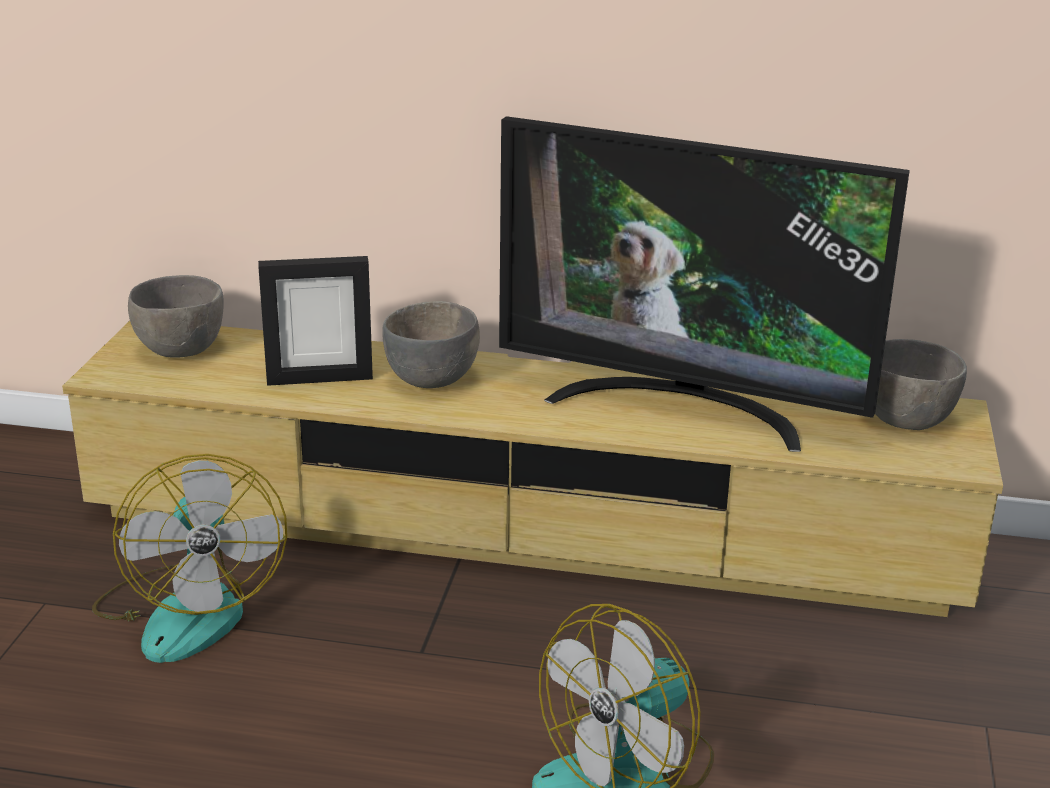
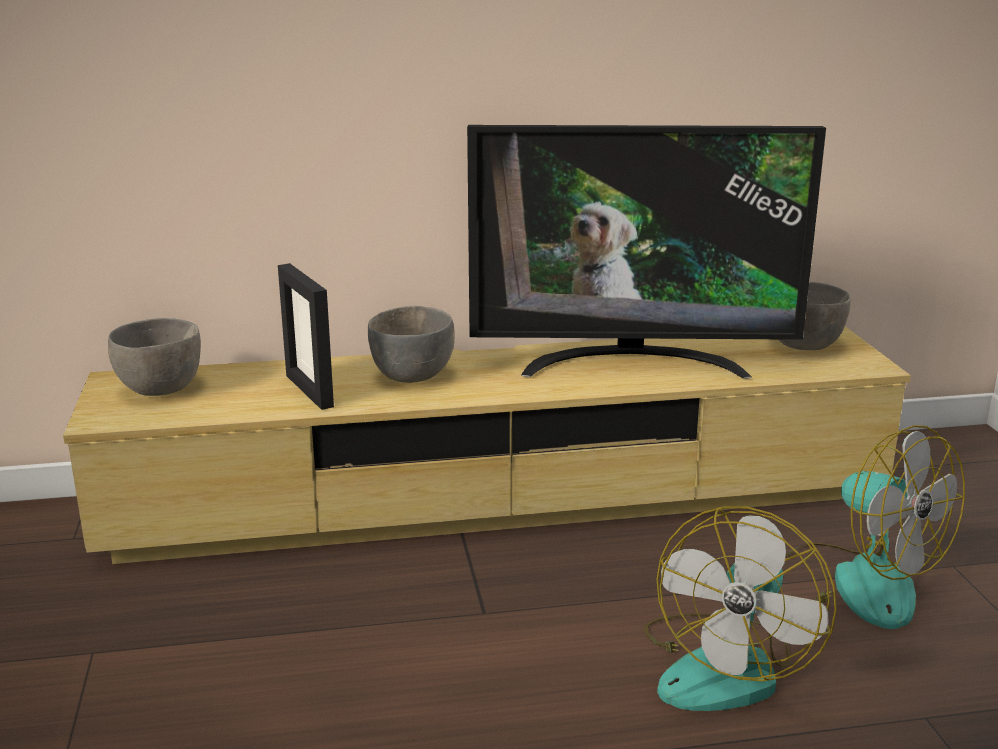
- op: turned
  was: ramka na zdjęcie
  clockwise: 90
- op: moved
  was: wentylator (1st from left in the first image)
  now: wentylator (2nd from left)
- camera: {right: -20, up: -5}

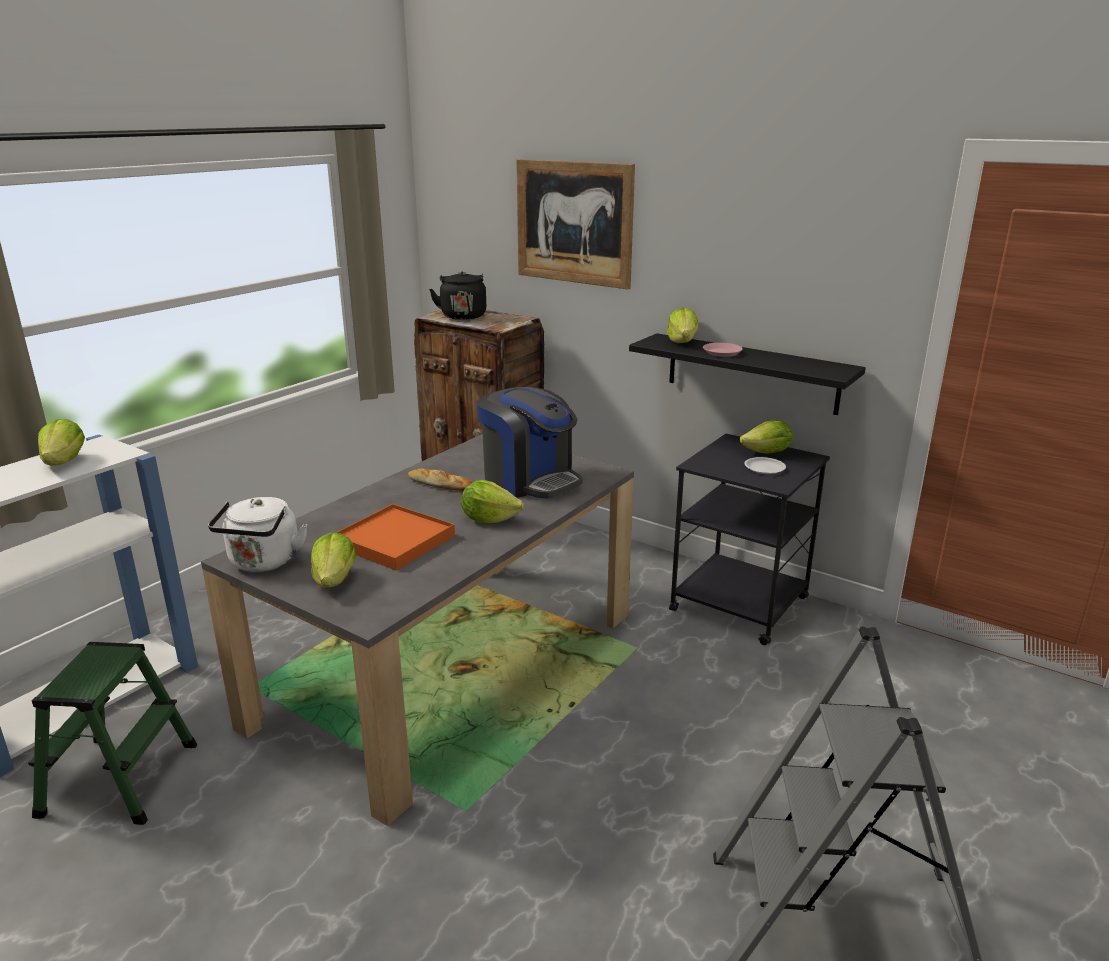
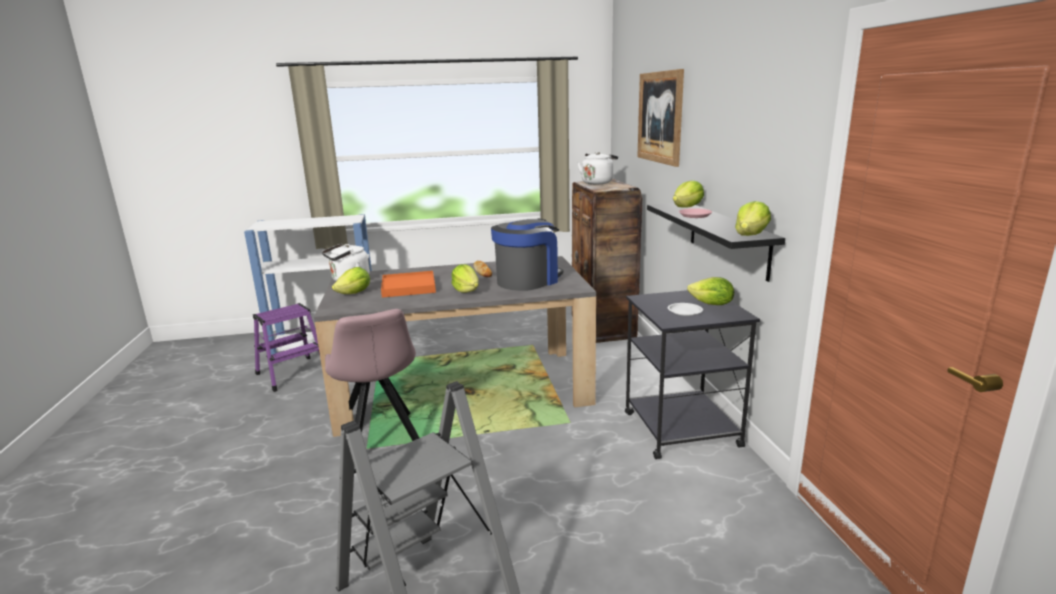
- op: recoloured
  was: drabinka/zielony
  now: drabinka/fioletowy
- op: added
  now: krzesło/różowy
- op: turned
  was: ekspres do kawy
  clockwise: -135
- op: recoloured
  was: czajnik/czarny
  now: czajnik/biały (2nd from left)
- op: moved
  was: sałata (1st from left in the first image)
  now: sałata (5th from left)
- camera: {right: 45, up: -5}

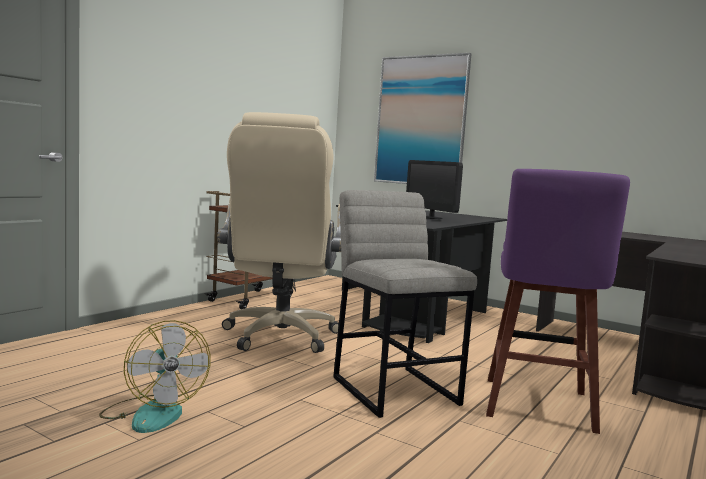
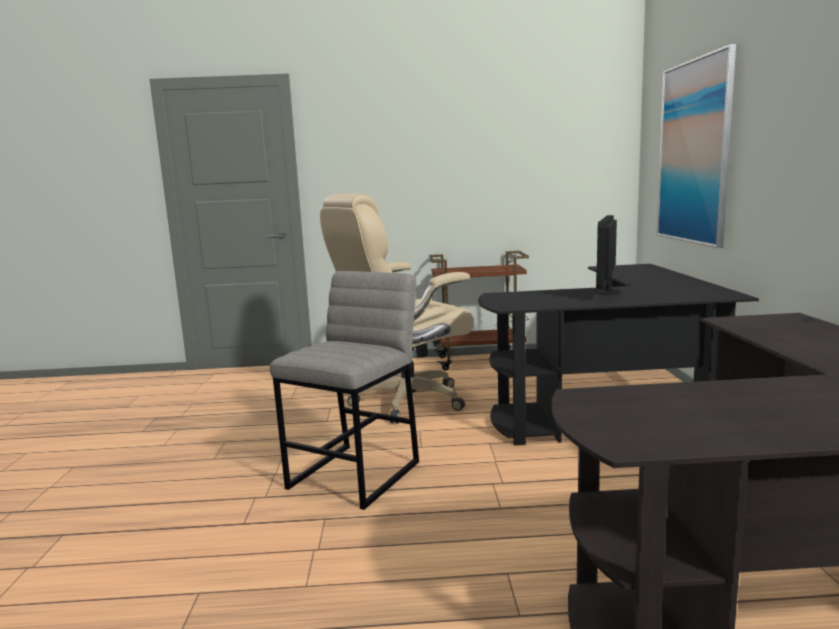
- op: removed
  was: wentylator
- op: removed
  was: stołek/fioletowy
- camera: {right: 55, up: 5}

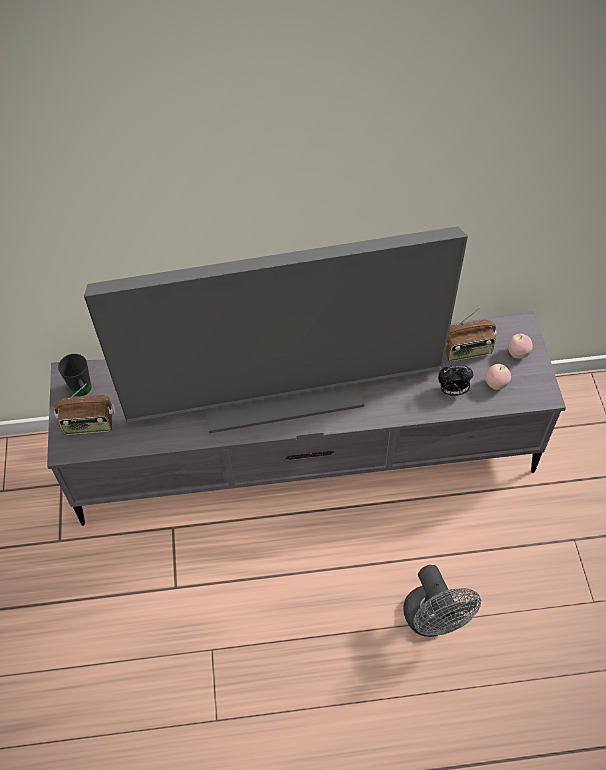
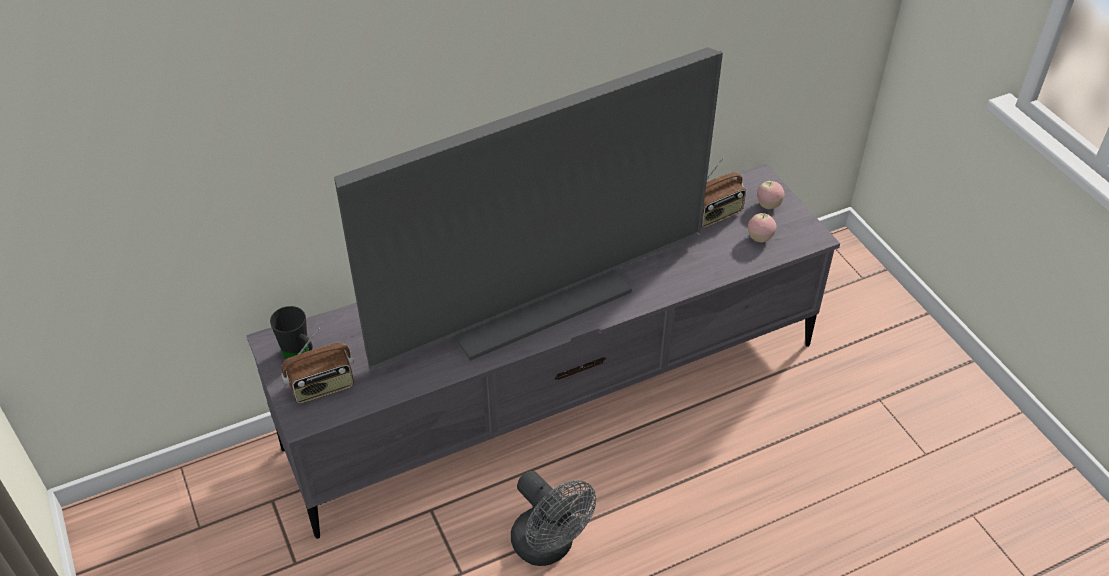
- op: moved
  was: wentylator/szary
- op: removed
  was: budzik
- camera: {right: -20, up: -10}

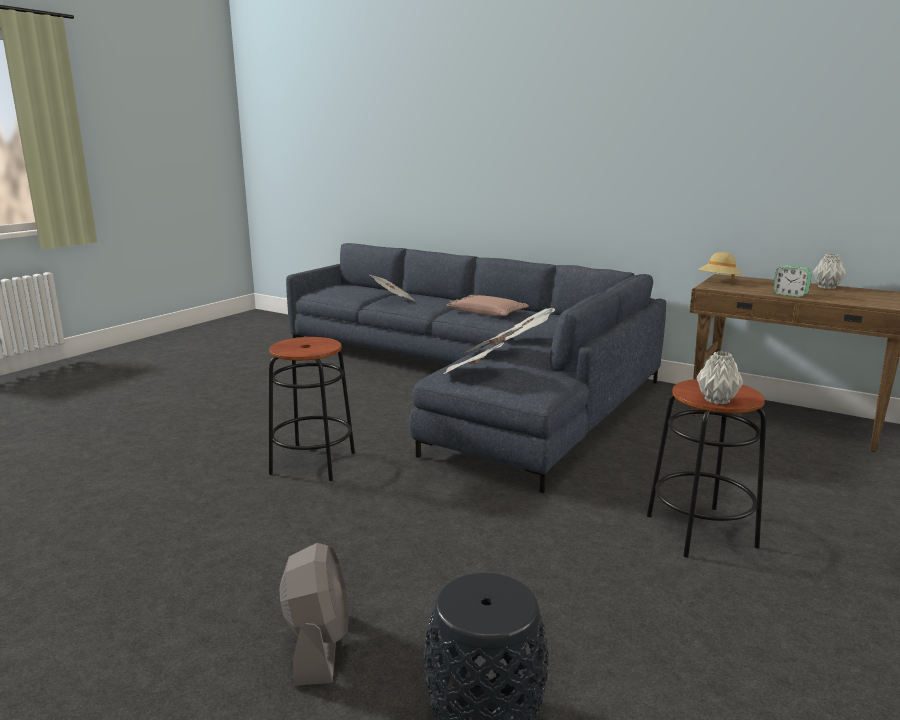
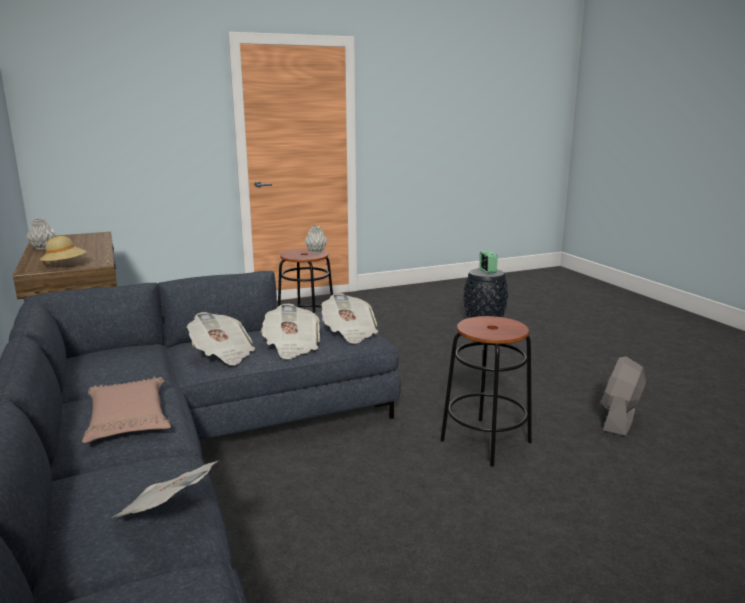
- op: moved
  was: budzik
- op: moved
  was: wentylator/szary
- camera: {right: -145, up: 0}

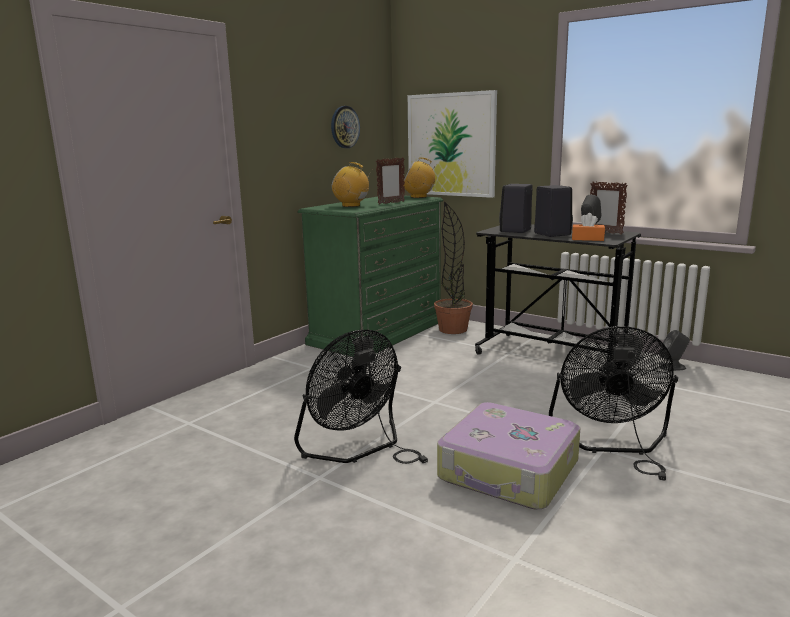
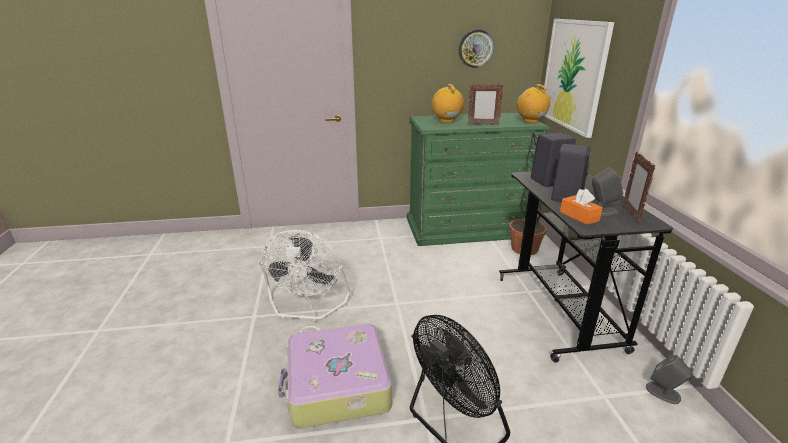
- op: recoloured
  was: wentylator/czarny (1st from left)
  now: wentylator/biały
- camera: {right: 45, up: 10}

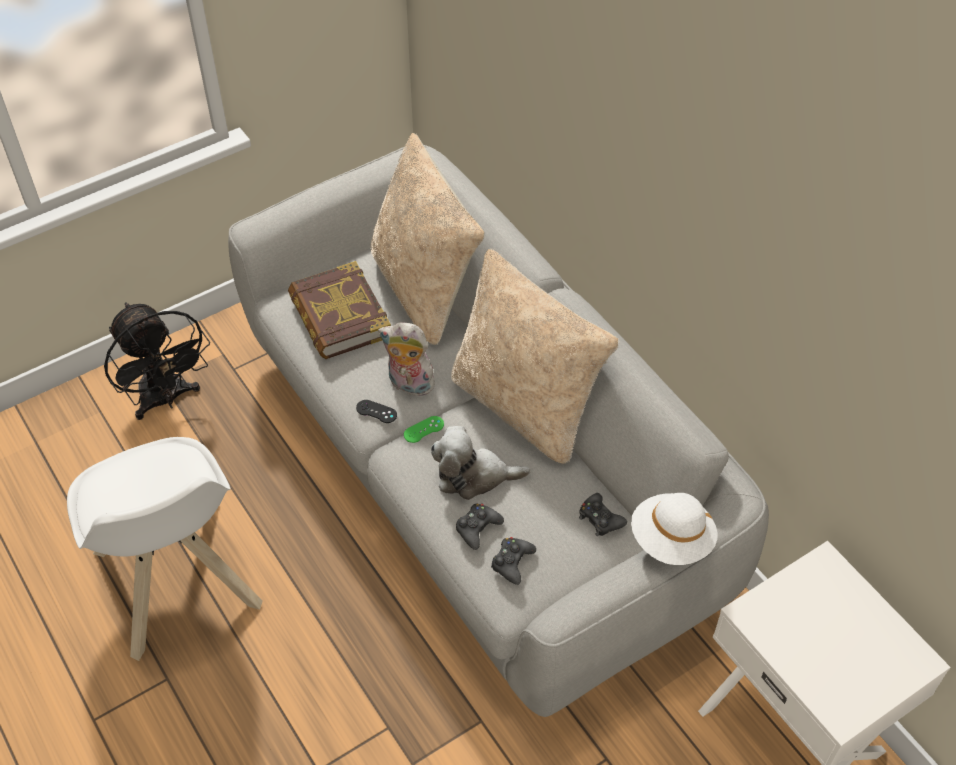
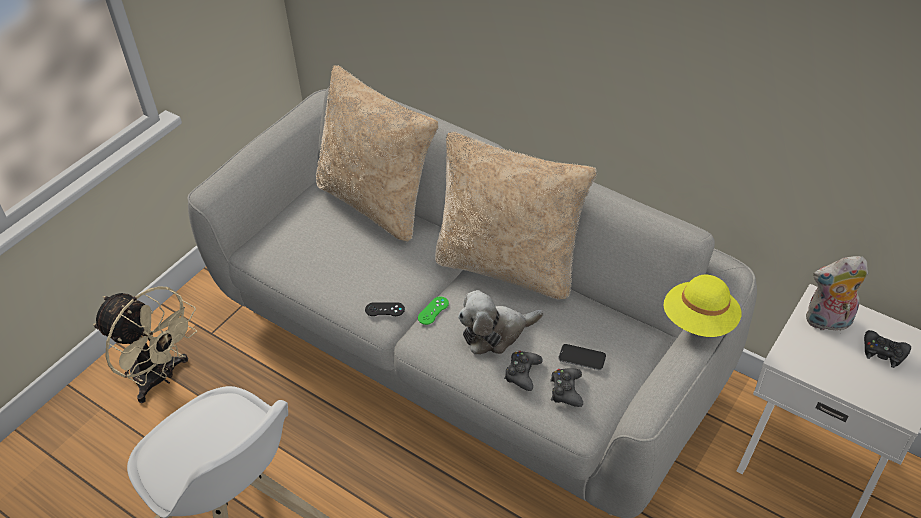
- op: recoloured
  was: wentylator/czarny
  now: wentylator/beżowy
- op: added
  now: telefon
- op: recoloured
  was: kapelusz/biały
  now: kapelusz/żółty
- op: moved
  was: pluszak (1st from left in the first image)
  now: pluszak (2nd from left)
- op: moved
  was: pad do gier/czarny (4th from left)
- op: removed
  was: książka
- camera: {right: -20, up: -5}

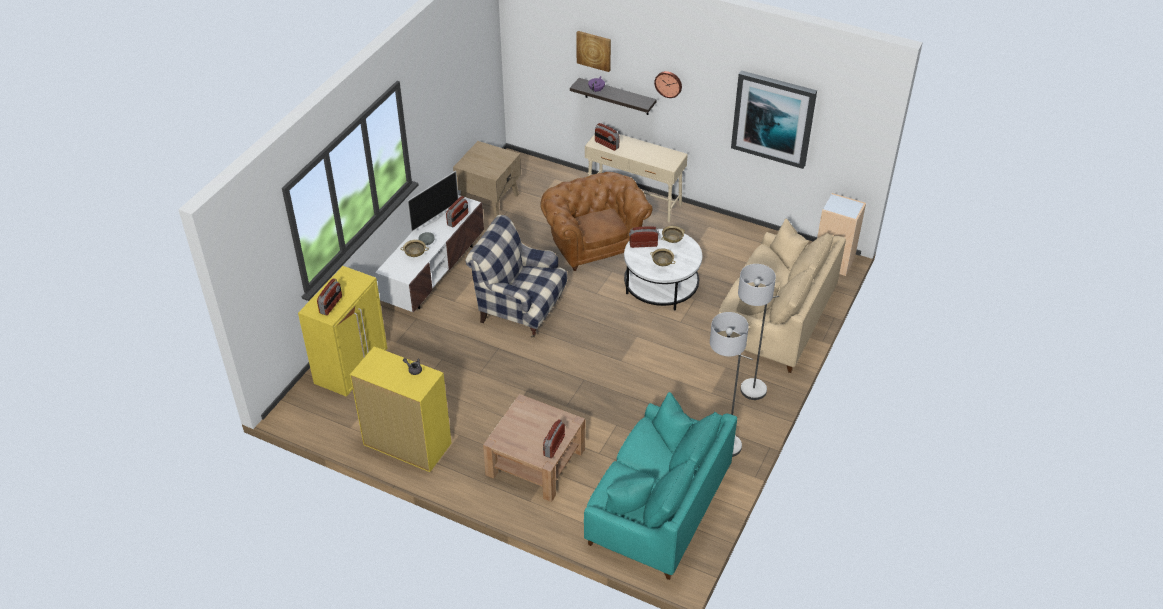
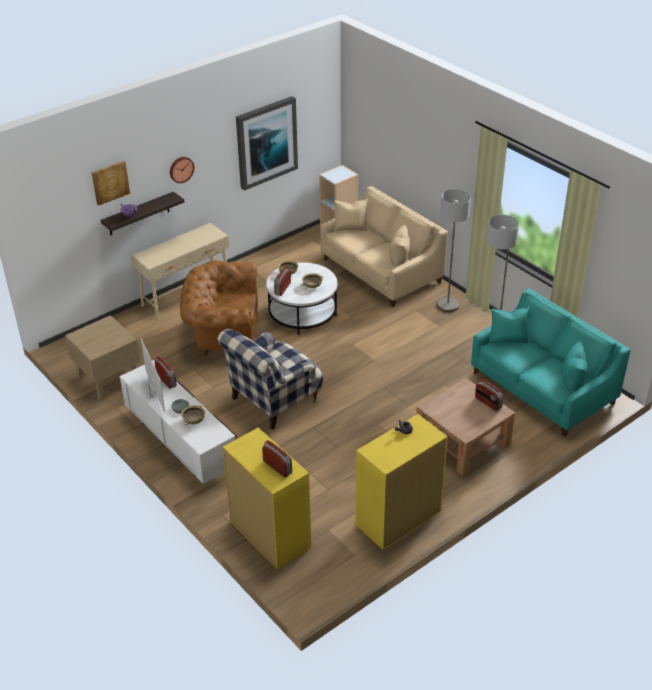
- op: removed
  was: radio (4th from left)
- camera: {right: -65, up: -5}

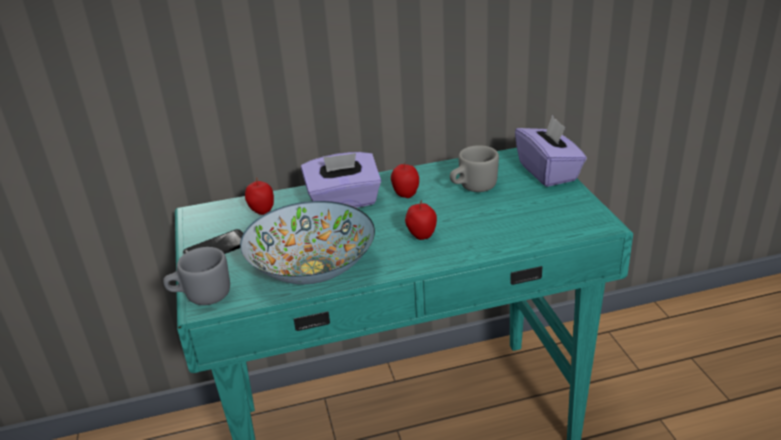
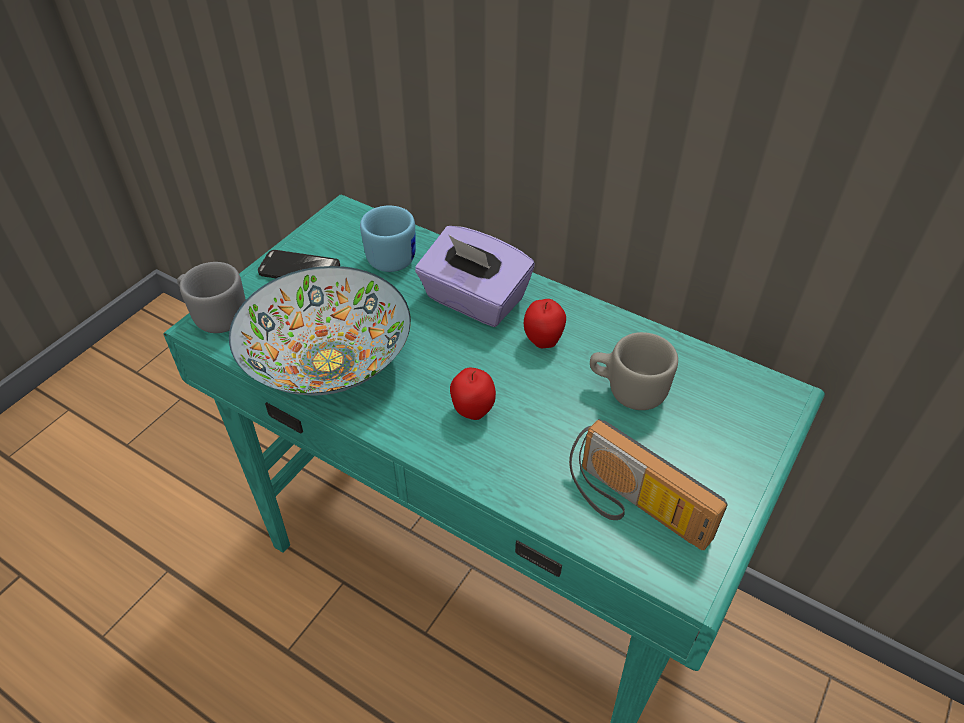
- op: replaced
  was: jabłko (1st from left)
  now: kubek/niebieski
- op: added
  now: radio
- op: removed
  was: pudełko chusteczek/fioletowy (2nd from left)
- camera: {right: 45, up: 15}

